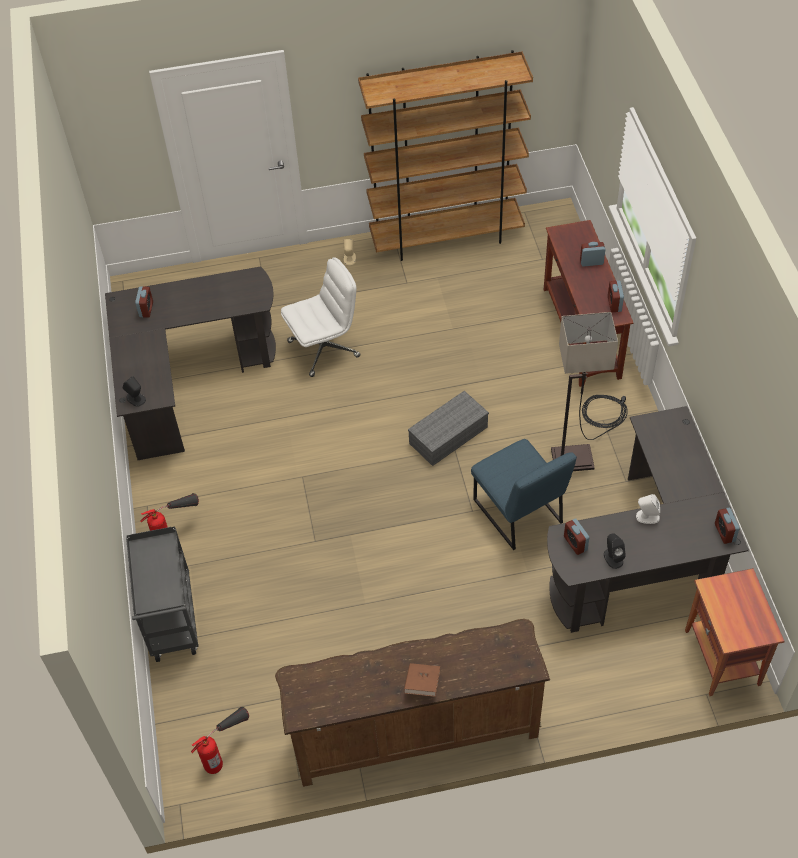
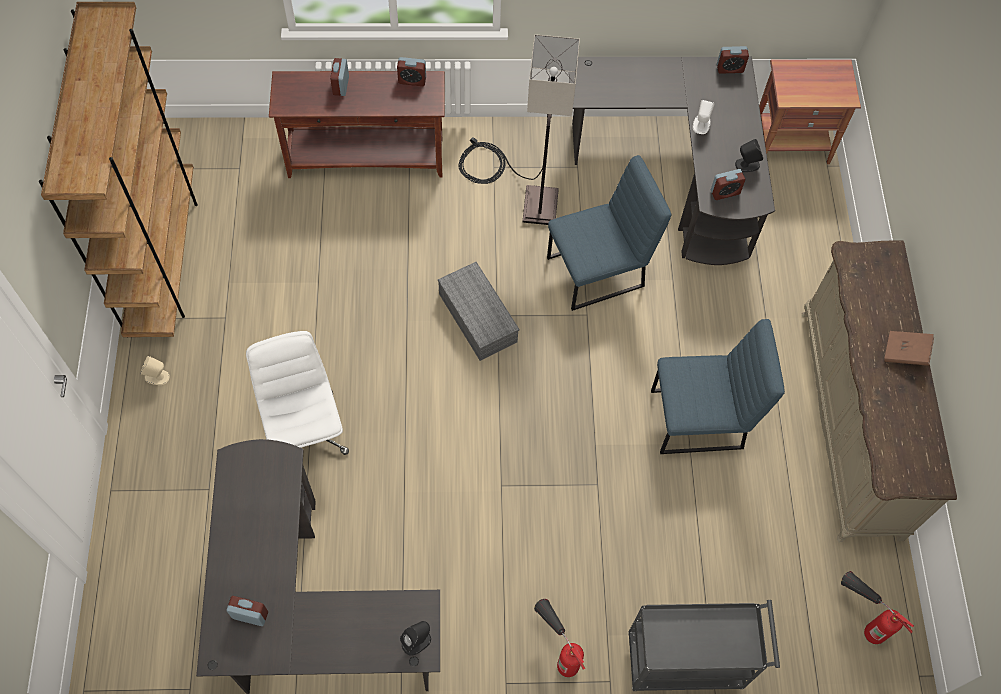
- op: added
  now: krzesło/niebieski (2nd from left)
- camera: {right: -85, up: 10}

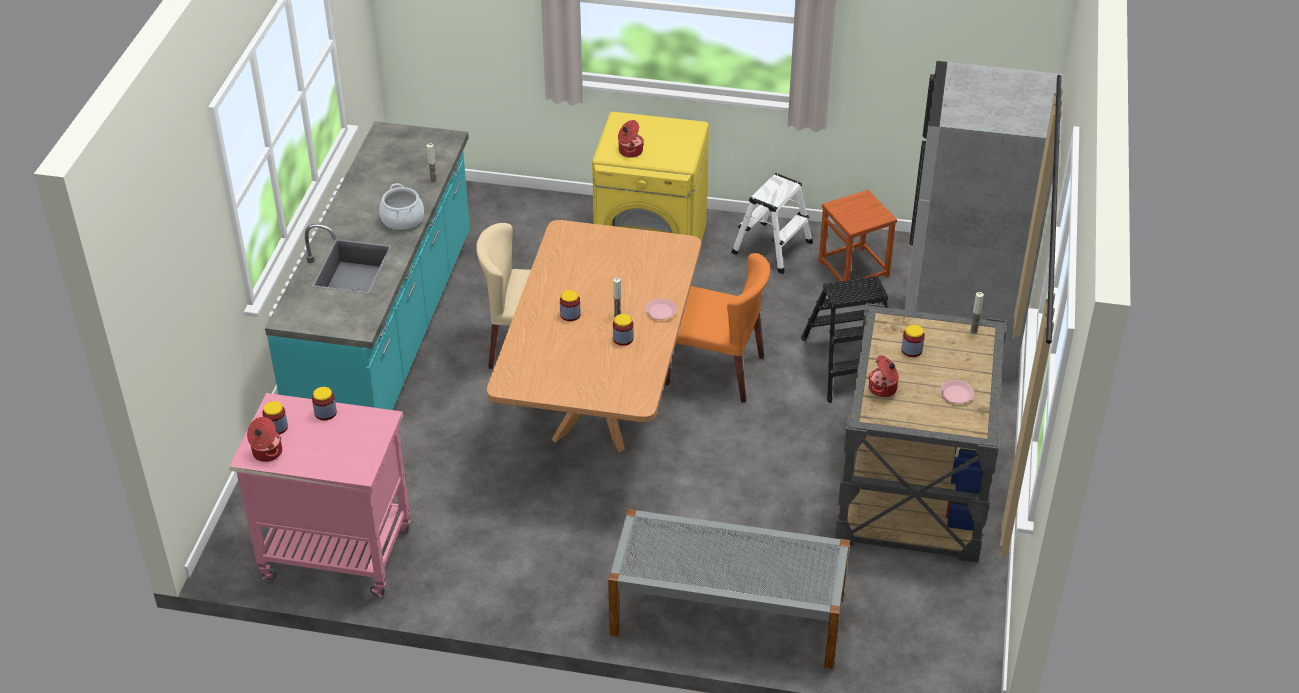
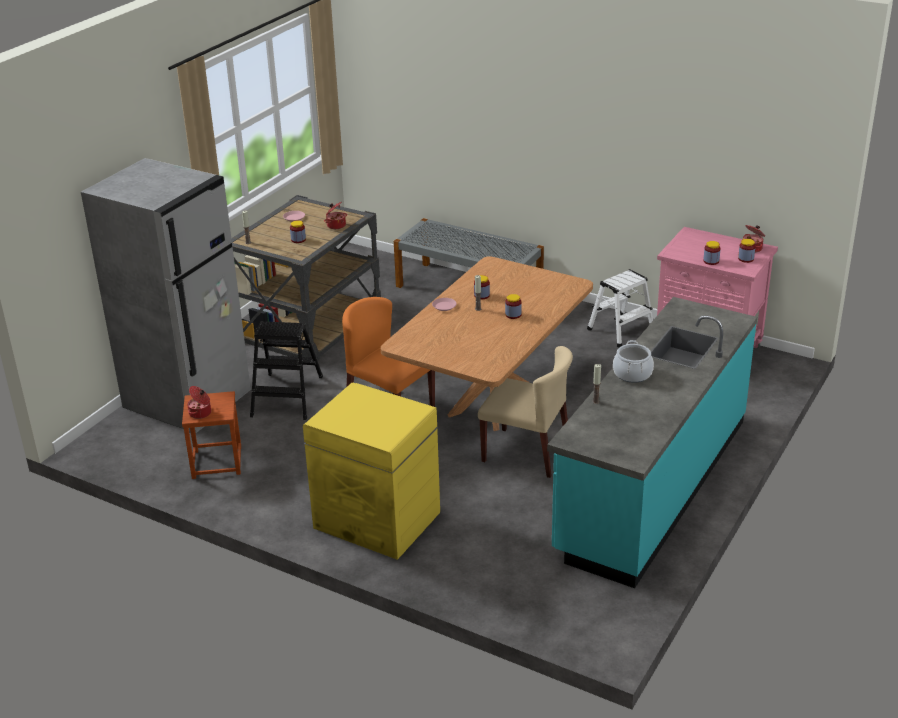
- op: moved
  was: garnek (3rd from left in the first image)
  now: garnek (1st from left)
- op: moved
  was: drabinka/biały
- camera: {right: -160, up: -10}

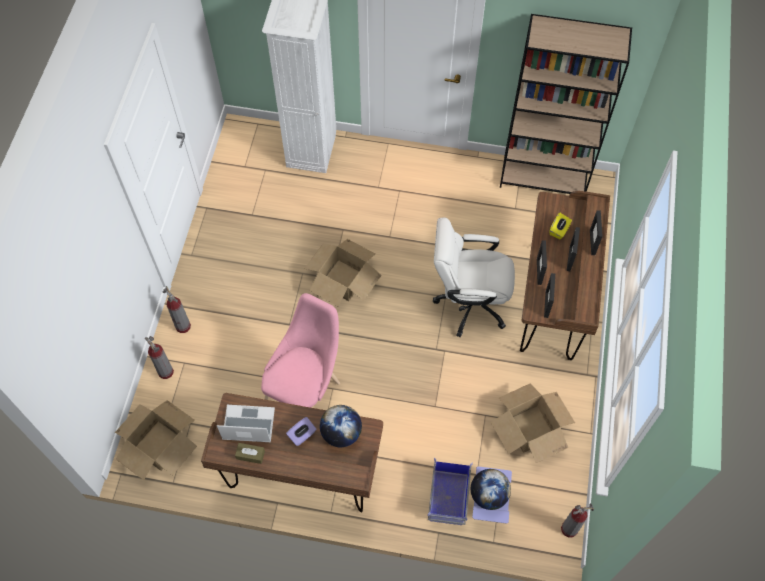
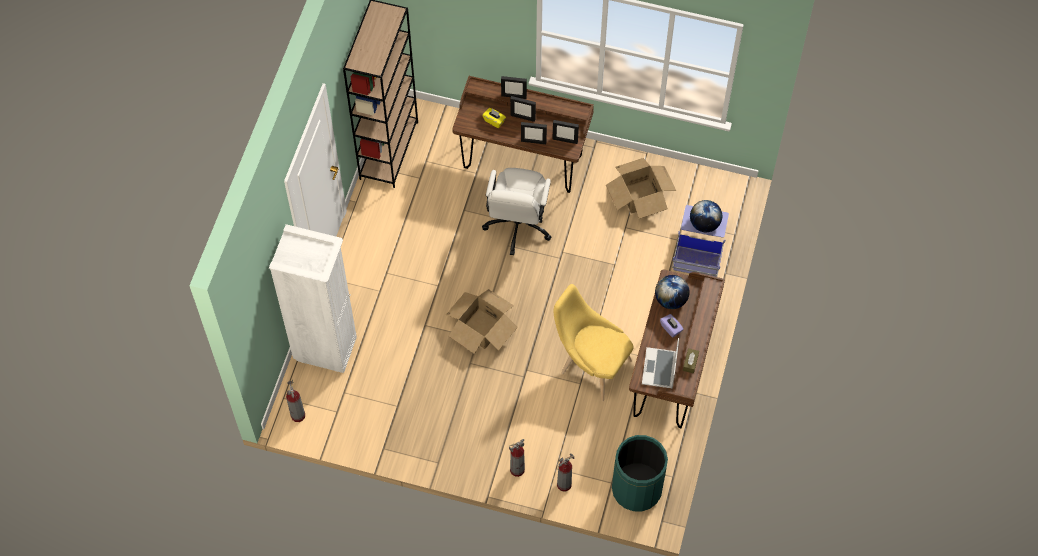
- op: moved
  was: gaśnica (3rd from left in the first image)
  now: gaśnica (1st from left)
- op: recoloured
  was: krzesło/różowy
  now: krzesło/żółty
- op: replaced
  was: karton (1st from left)
  now: kosz na śmieci/zielony
- camera: {right: -85, up: 0}

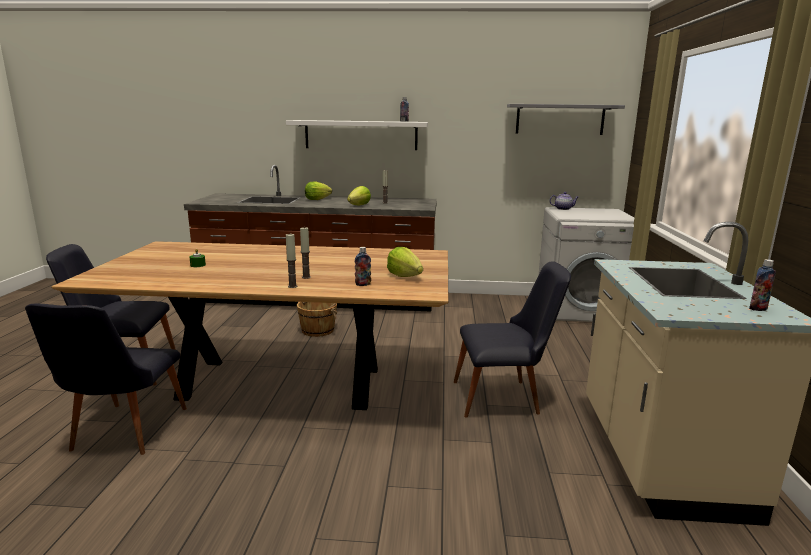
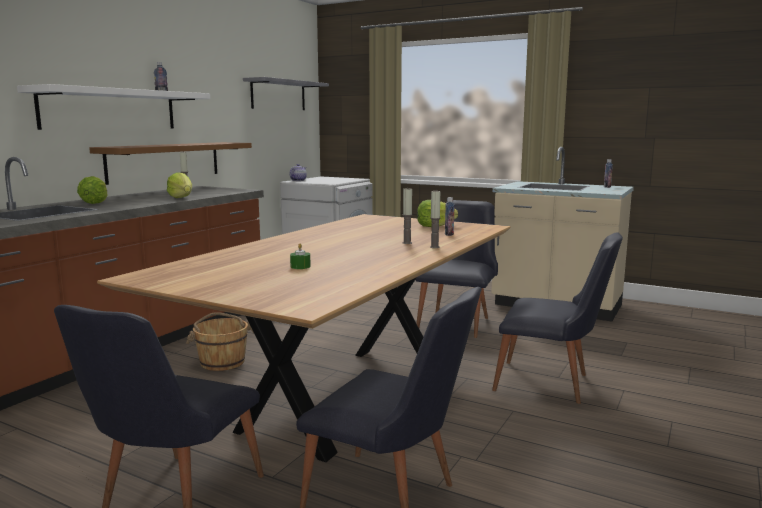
- op: added
  now: półka/brązowy
- op: added
  now: krzesło/czarny (4th from left)
- camera: {right: -65, up: -5}

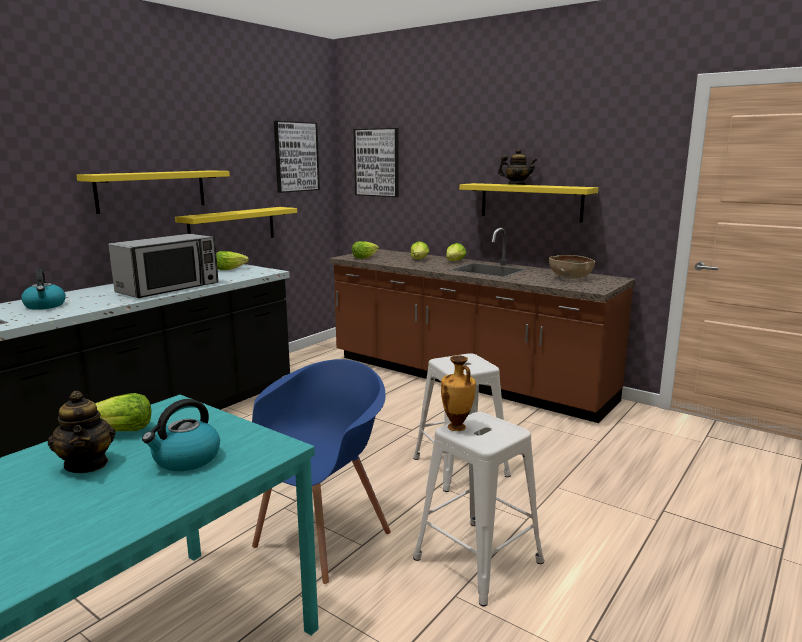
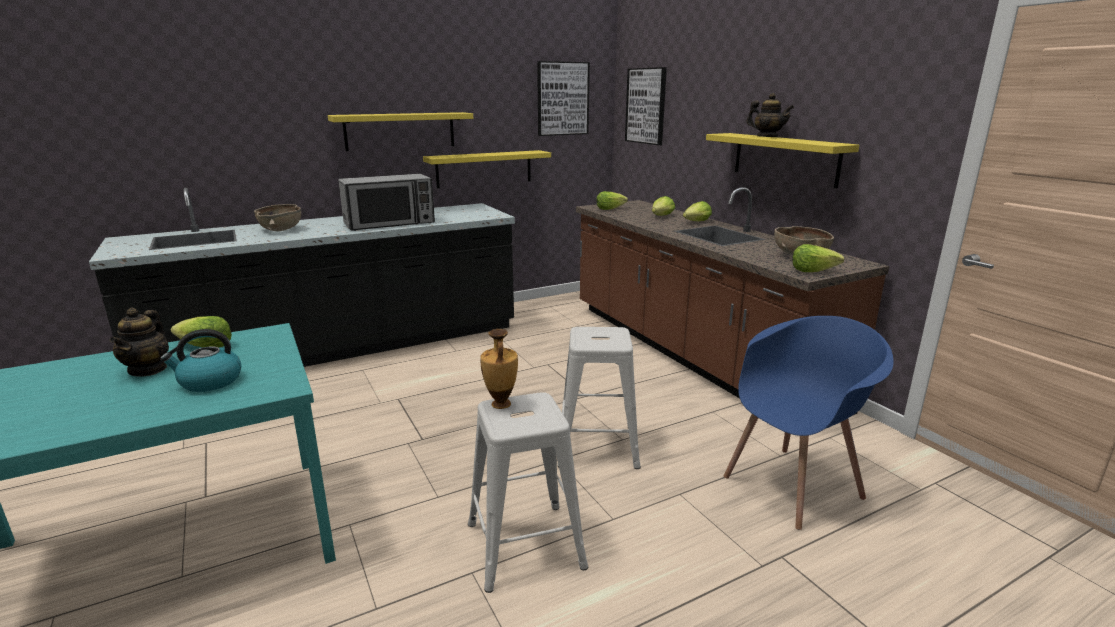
- op: replaced
  was: czajnik (1st from left)
  now: miska/brązowy (1st from left)
- op: moved
  was: krzesło/niebieski
- op: moved
  was: sałata (2nd from left in the first image)
  now: sałata (5th from left)
- camera: {right: 25, up: 5}

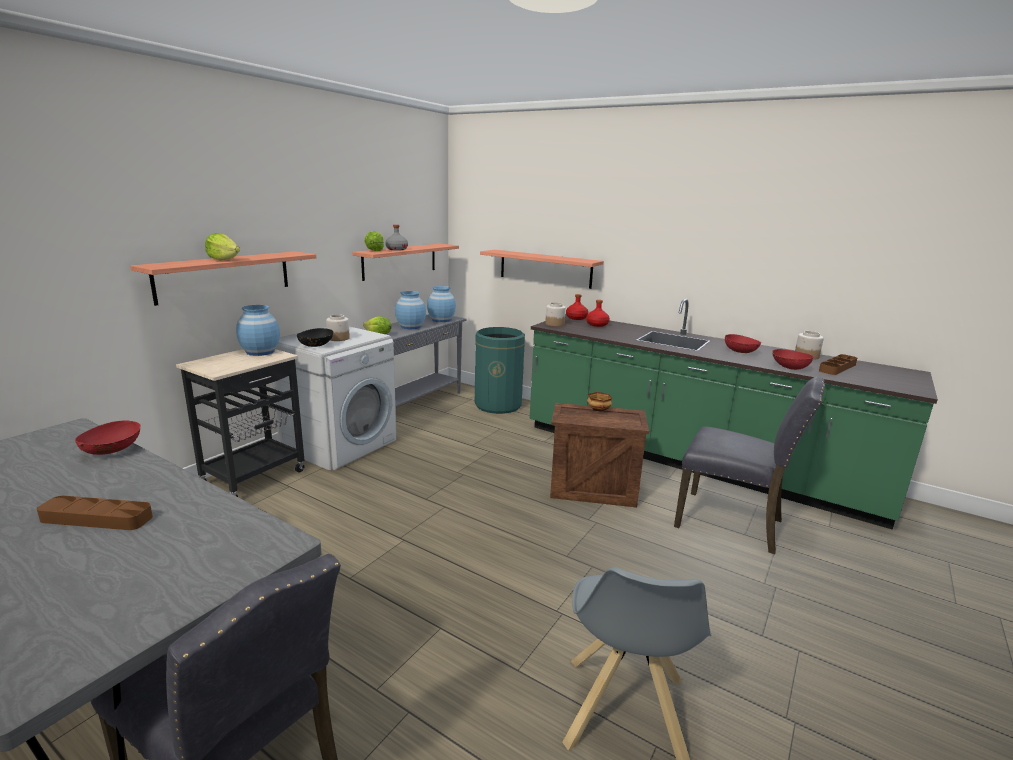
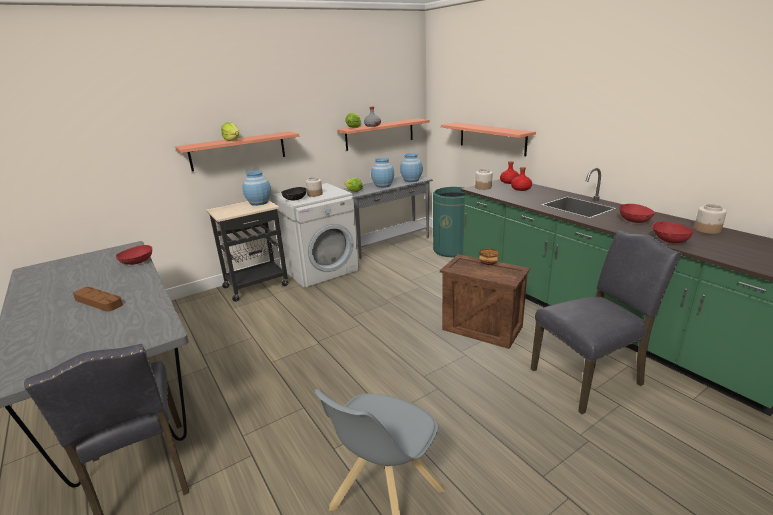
- op: turned
  was: krzesło/szary (3rd from left)
  clockwise: -75
- op: removed
  was: taca/brązowy (2nd from left)
- camera: {right: 25, up: 5}

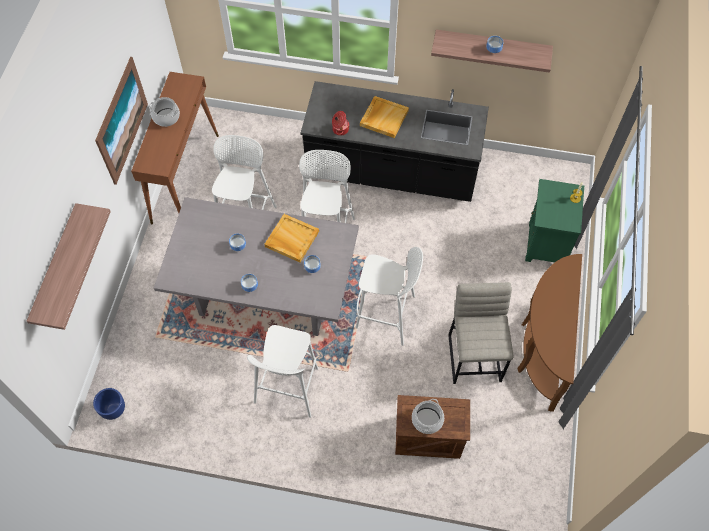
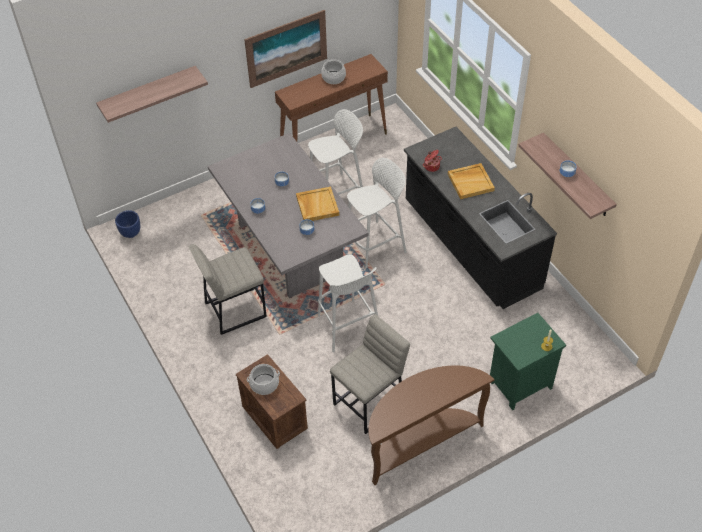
- op: replaced
  was: stołek/biały (2nd from left)
  now: krzesło/szary (1st from left)
- camera: {right: 50, up: -10}

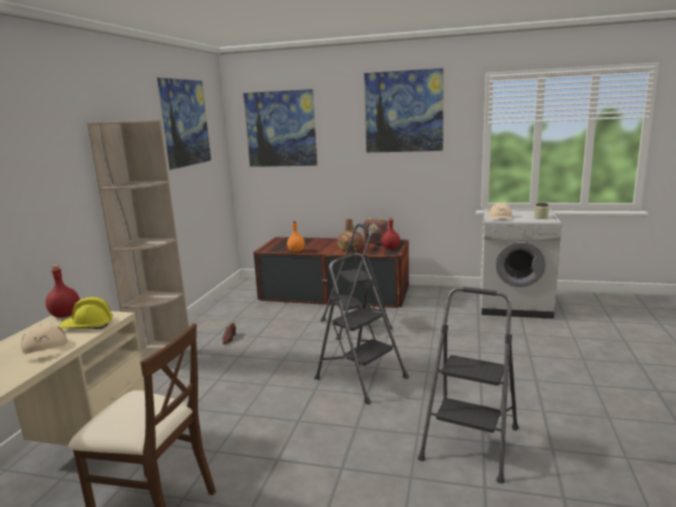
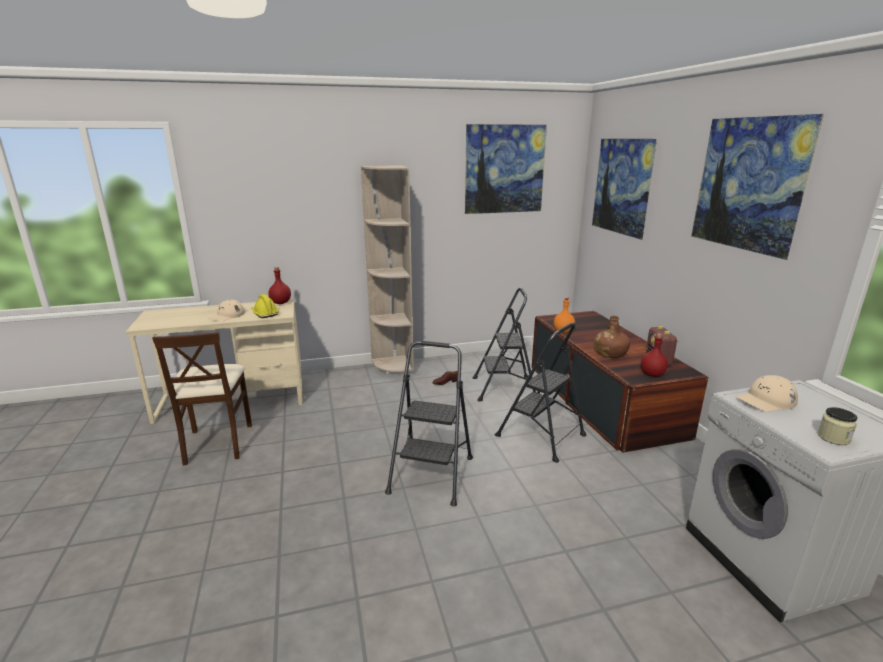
- op: moved
  was: drabinka/czarny (3rd from left in the first image)
  now: drabinka/czarny (2nd from left)
- camera: {right: 60, up: 5}

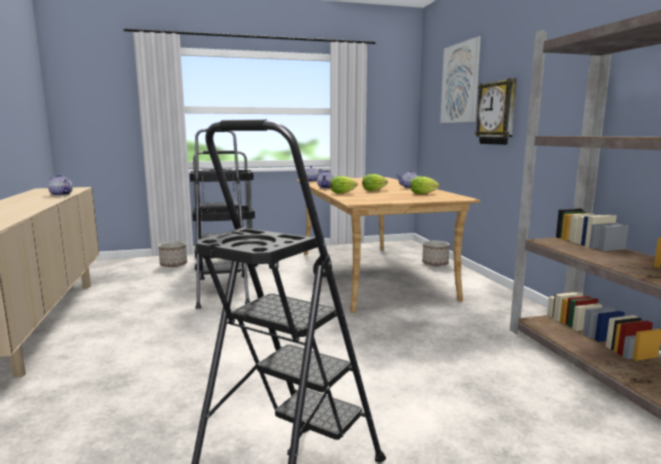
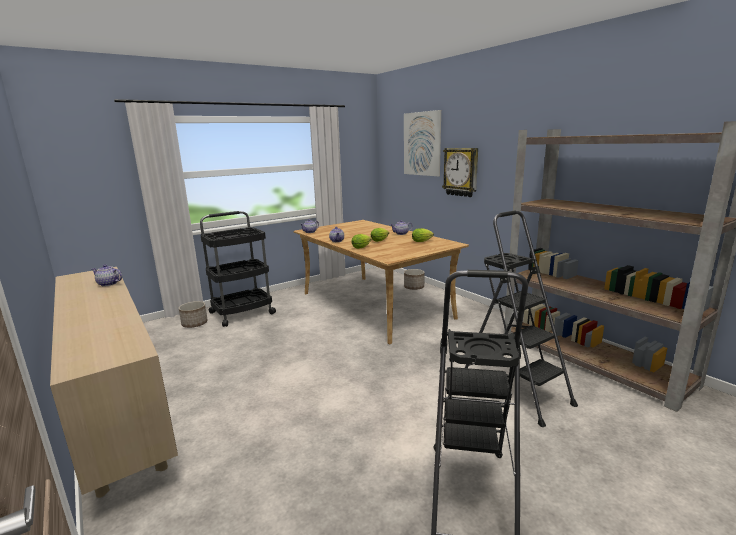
- op: moved
  was: drabinka (1st from left in the first image)
  now: drabinka (2nd from left)
- camera: {right: -20, up: 5}

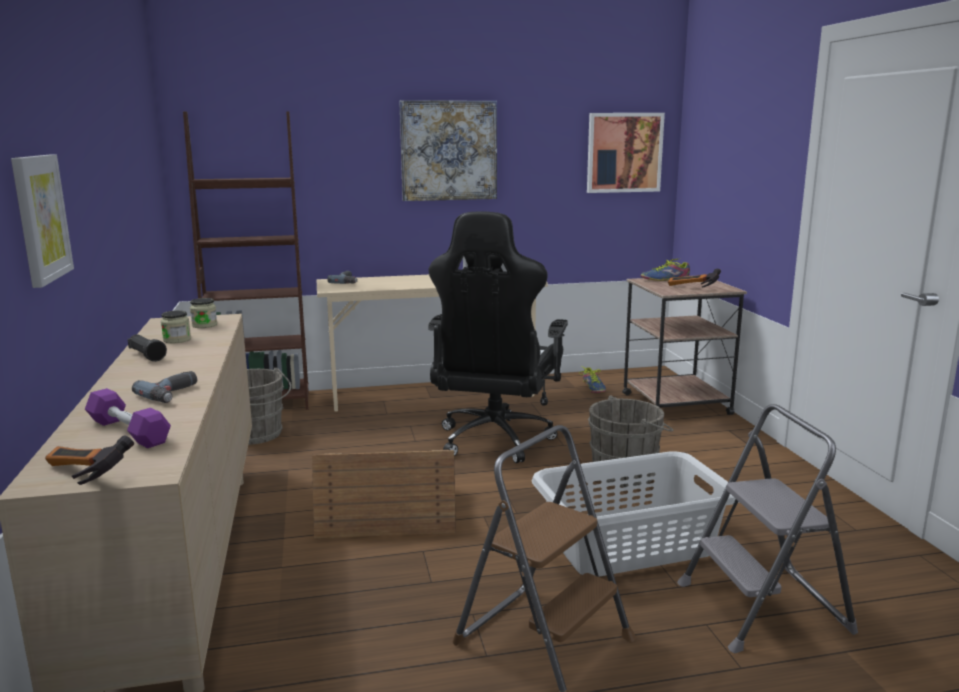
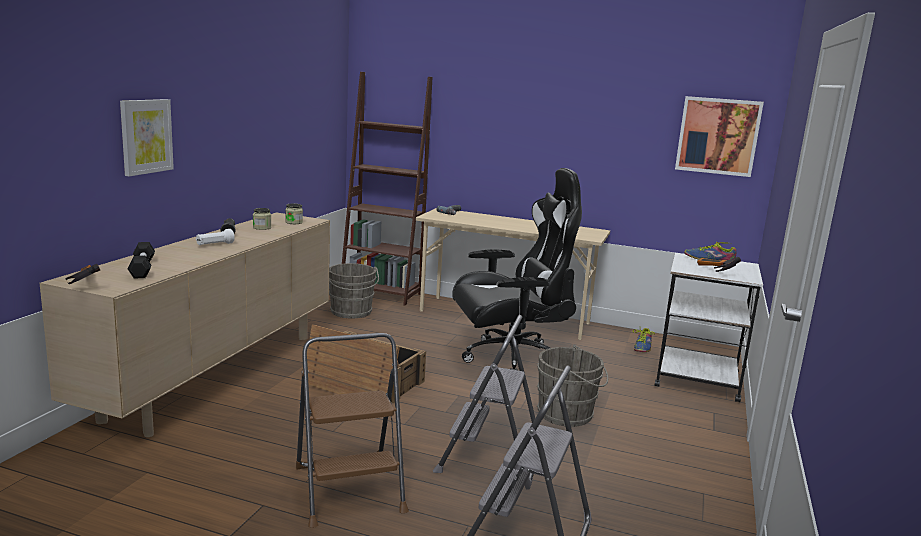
- op: recoloured
  was: hantel/fioletowy
  now: hantel/czarny
- op: added
  now: latarka/biały
- op: replaced
  was: kosz na pranie/szary
  now: drabinka/szary (1st from left)
- op: turned
  was: krzesło biurowe/czarny
  clockwise: -150
- op: recoloured
  was: wózek/brązowy
  now: wózek/biały
- op: removed
  was: wiertarka (1st from left)
- op: removed
  was: obraz (2nd from left)
- camera: {right: 30, up: 0}

